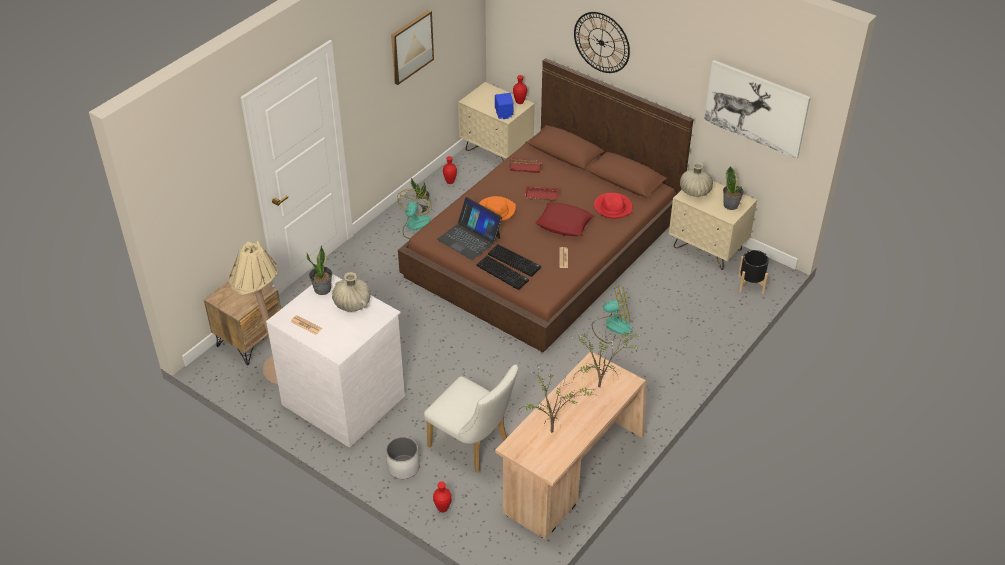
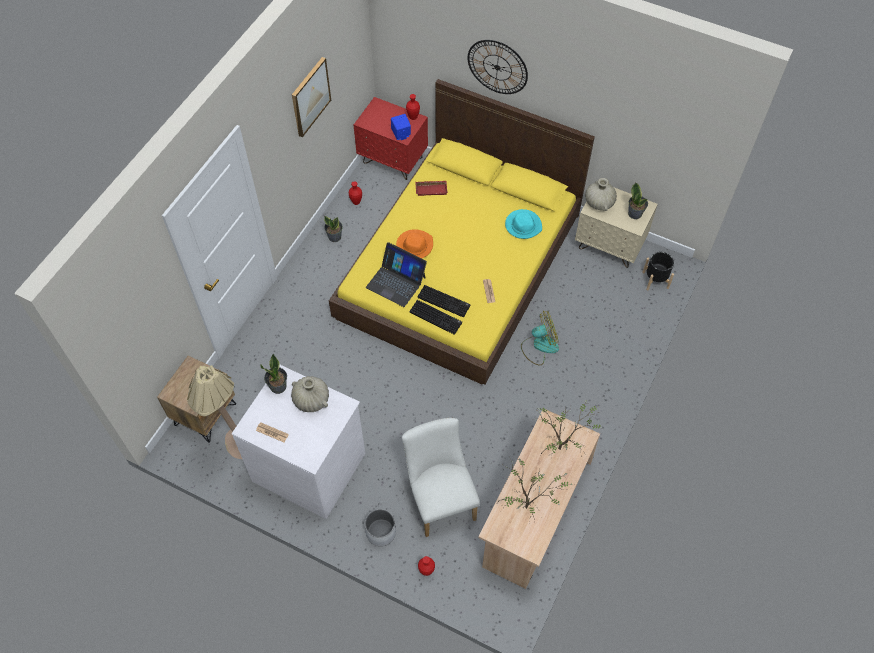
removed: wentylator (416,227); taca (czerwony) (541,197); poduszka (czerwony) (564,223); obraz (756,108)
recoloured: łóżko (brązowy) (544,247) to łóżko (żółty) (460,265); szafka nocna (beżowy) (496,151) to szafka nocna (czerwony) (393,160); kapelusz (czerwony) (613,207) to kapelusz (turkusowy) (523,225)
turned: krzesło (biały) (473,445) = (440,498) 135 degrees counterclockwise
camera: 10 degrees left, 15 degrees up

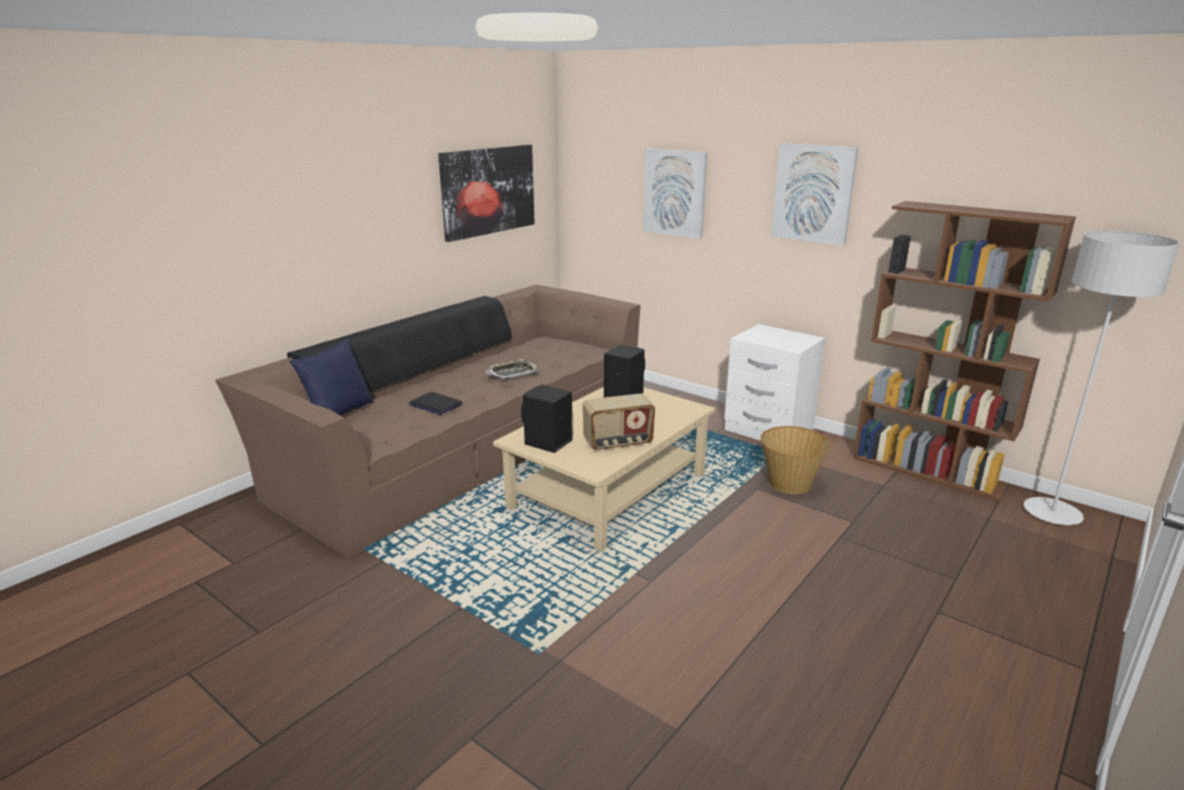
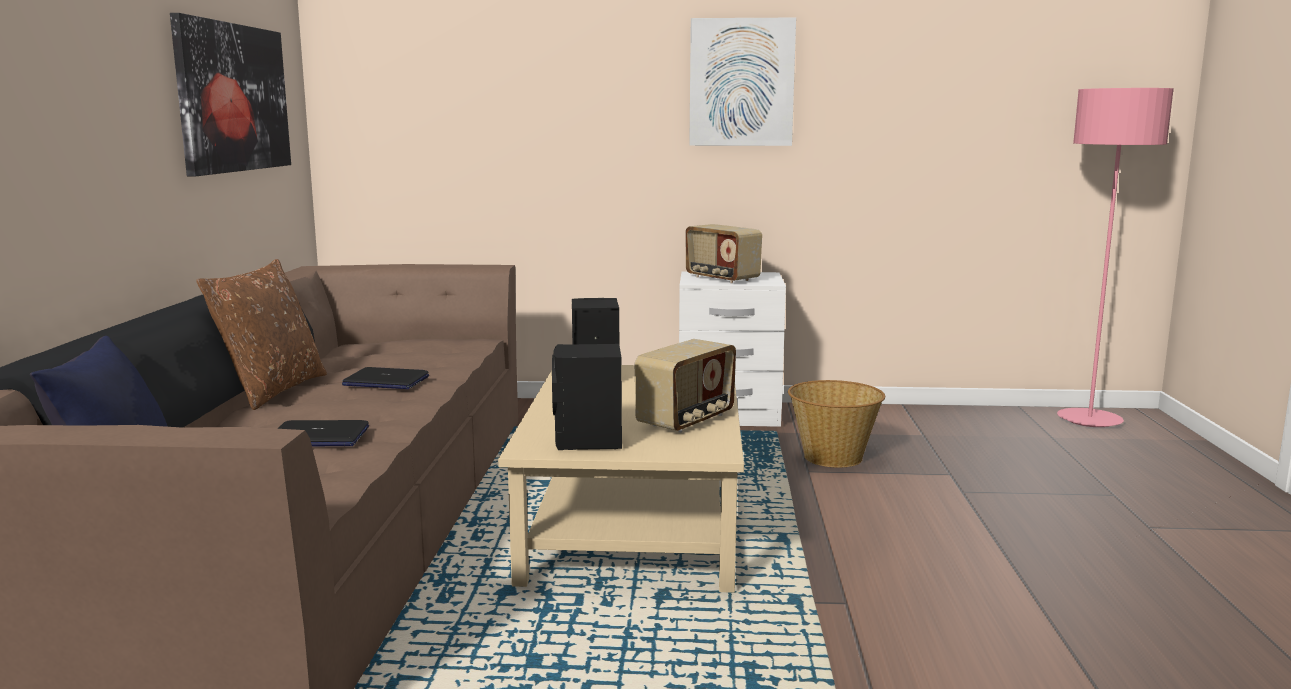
removed: obraz (675,193); regał (brązowy) (928,471)
added: poduszka (brązowy) (271,390); radio (721,278)
replaced: taca (512,373) to laptop (385,381)
recoloured: lampa stojąca (szary) (1052,513) to lampa stojąca (różowy) (1089,420)
camera: 35 degrees left, 10 degrees down

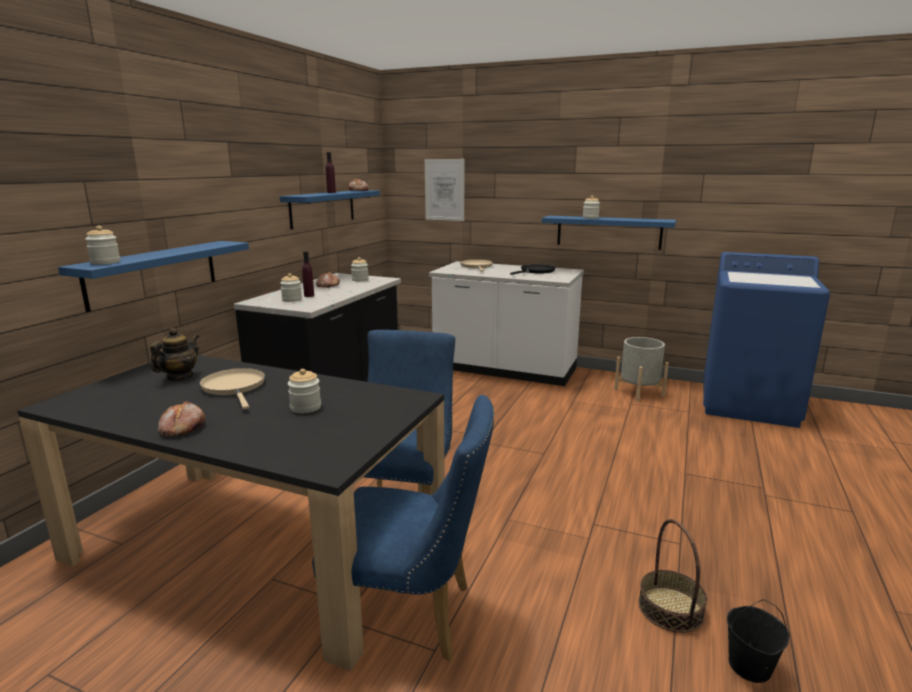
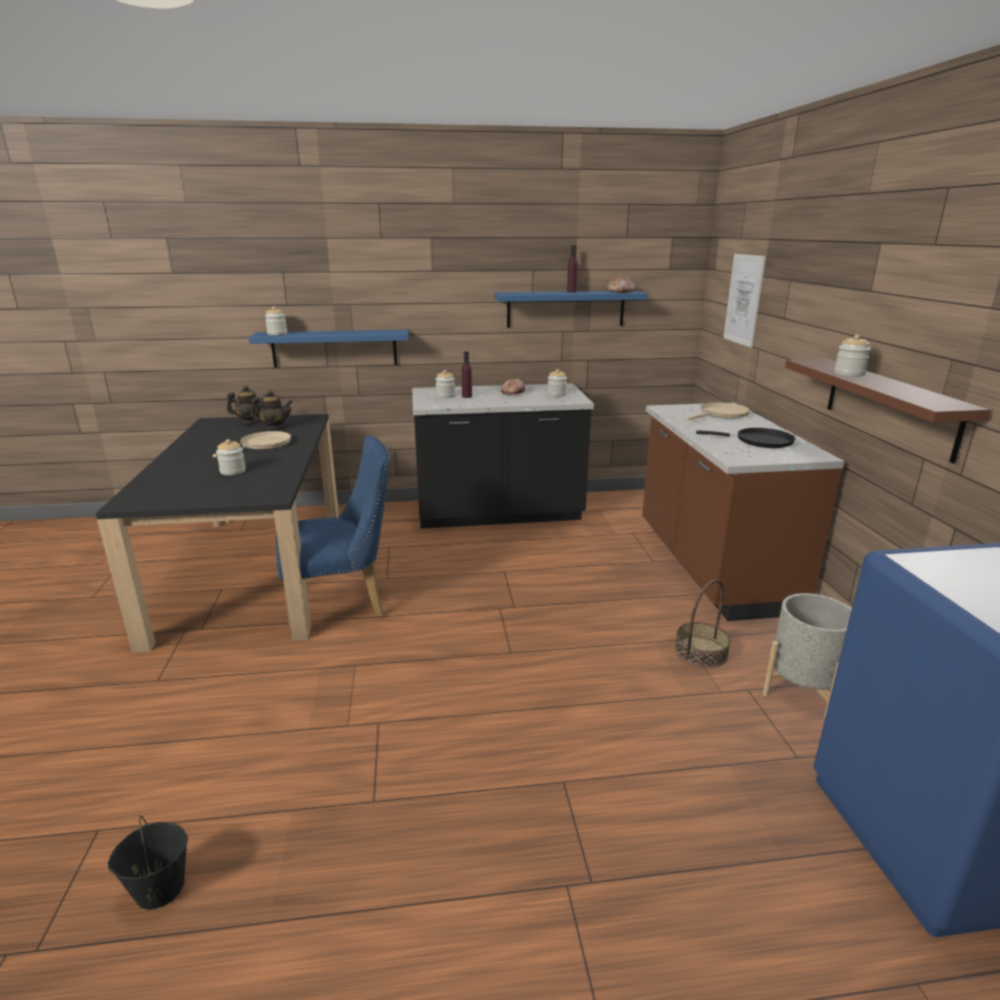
removed: chleb (181,428); krzesło (niebieski) (412,617)
added: imbryk (250,422)
moved: koszyk (671,608) to (701,652)
recoloured: zabudowa kuchenna (biały) (504,370) to zabudowa kuchenna (brązowy) (712,567); półka (niebieski) (608,232) to półka (brązowy) (889,406)
camera: 60 degrees right, 5 degrees up

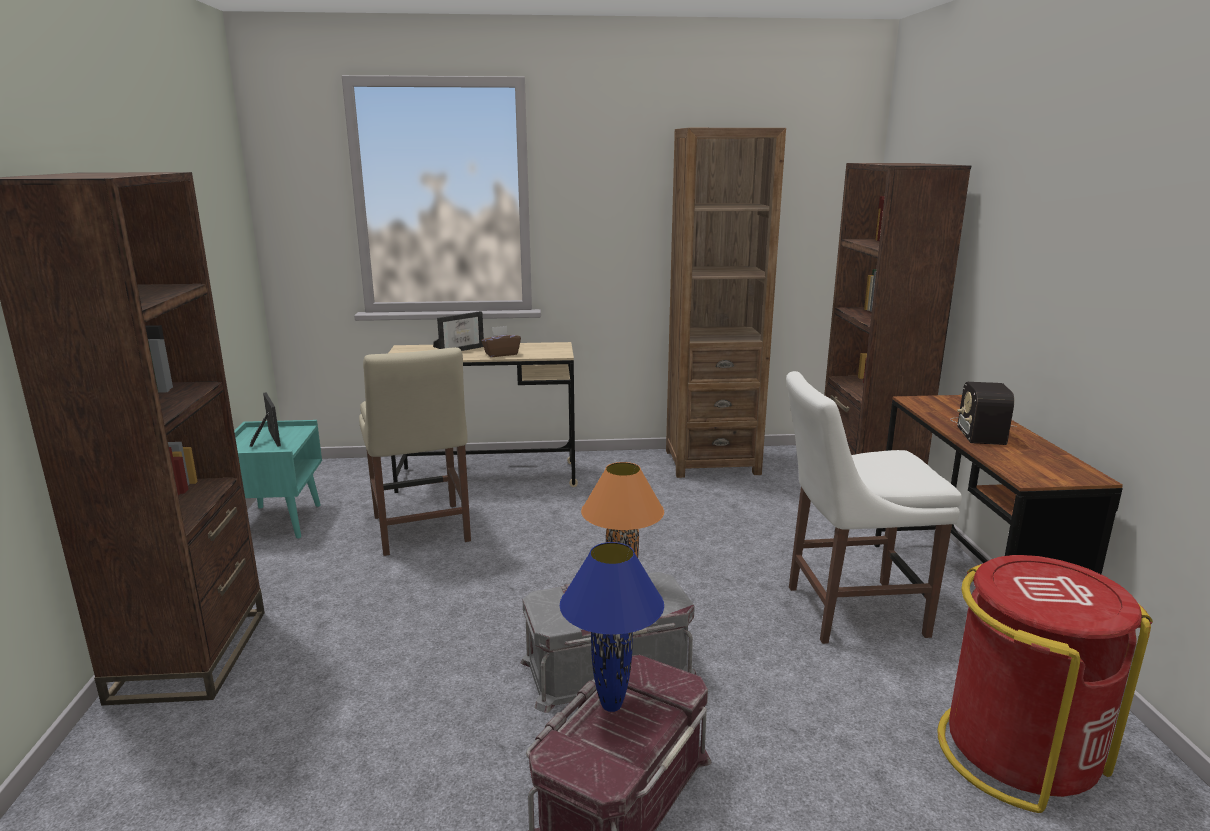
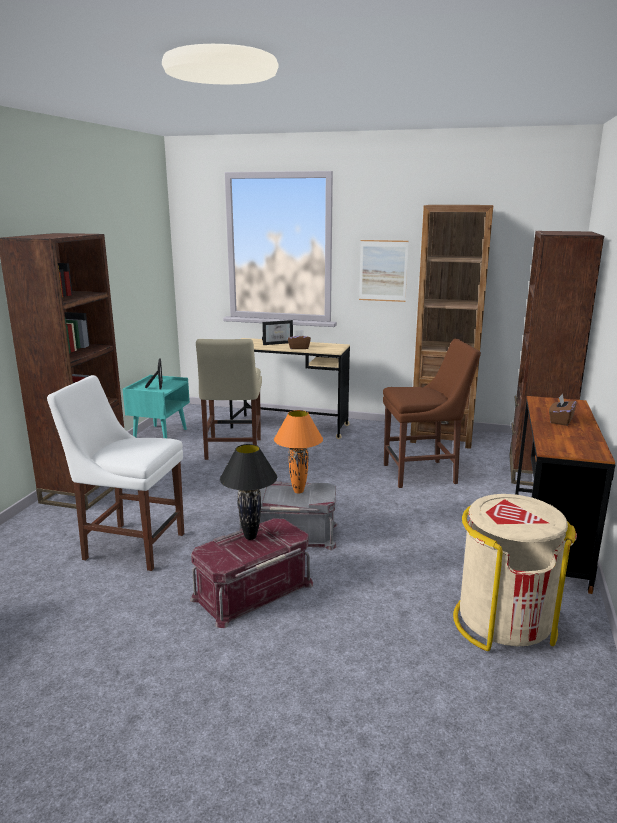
added: obraz (383,270); krzesło (brązowy) (423,474)
moved: krzesło (biały) (848,610) to (130,545)
replaced: radio (980,429) to pudełko chusteczek (brązowy) (560,421)
recoloured: lampa stołowa (niebieski) (610,705) to lampa stołowa (czarny) (250,537); kosz na śmieci (czerwony) (1017,753) to kosz na śmieci (beżowy) (503,623)
camera: 20 degrees right, 0 degrees up

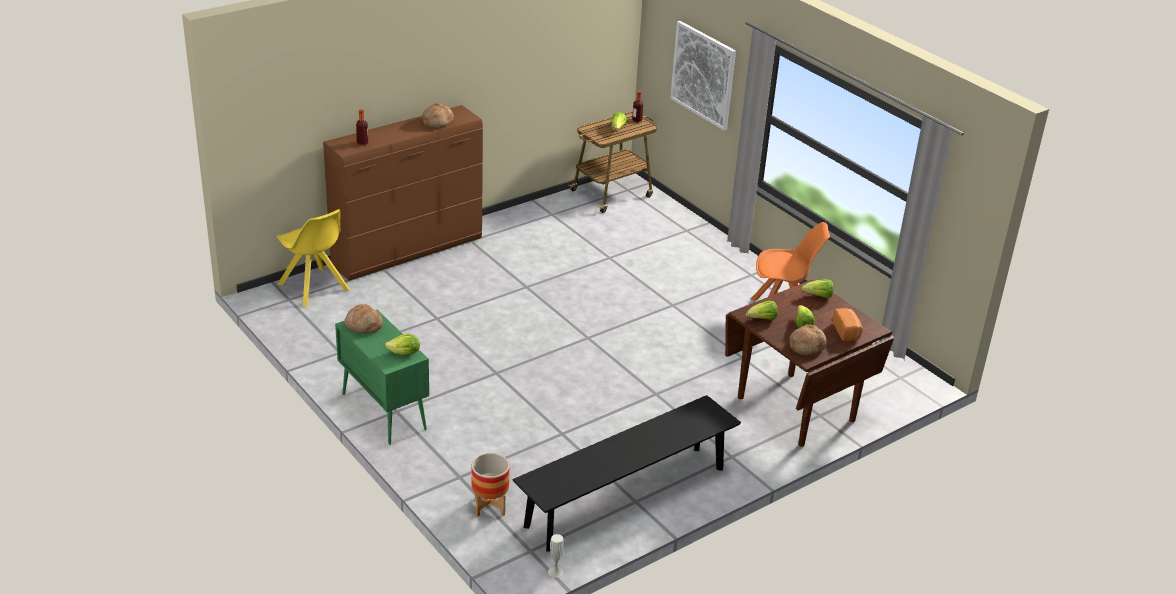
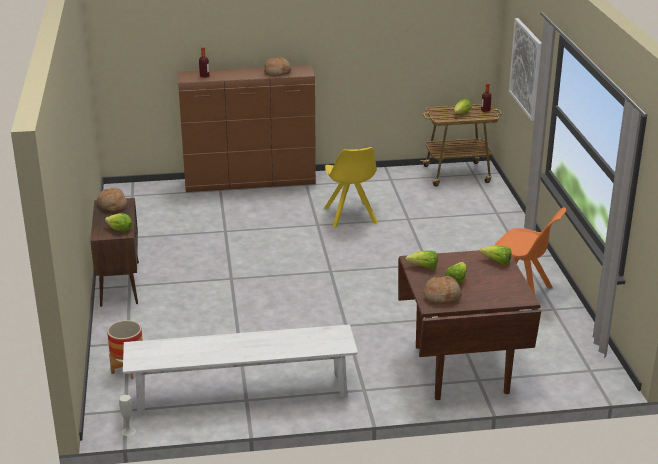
removed: chleb (847,332)
moved: krzesło (żółty) (314,288) to (350,216)
recoloured: szafka (zielony) (383,411) to szafka (brązowy) (120,283); ławka (czarny) (626,497) to ławka (biały) (242,394)
camera: 30 degrees right, 5 degrees down

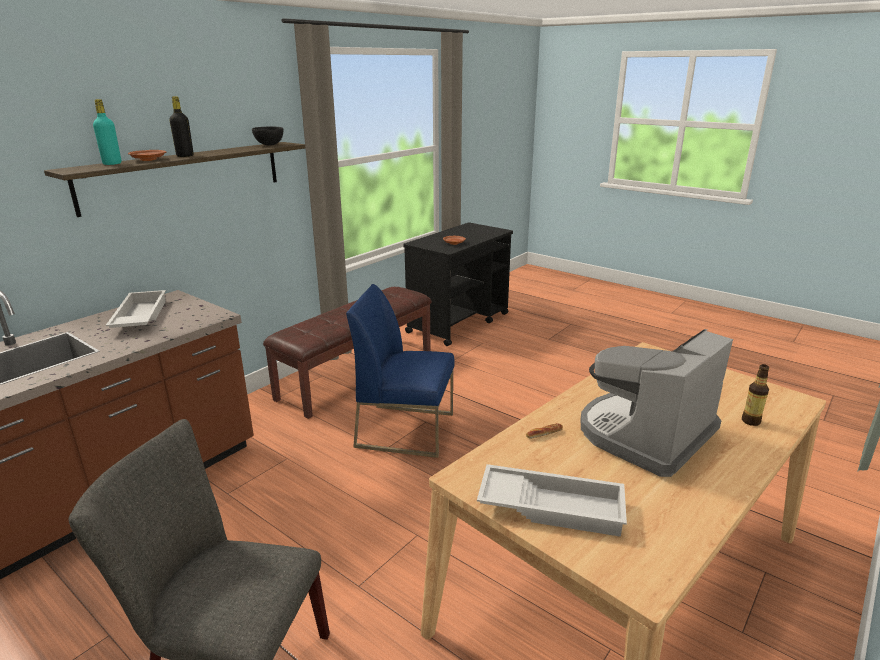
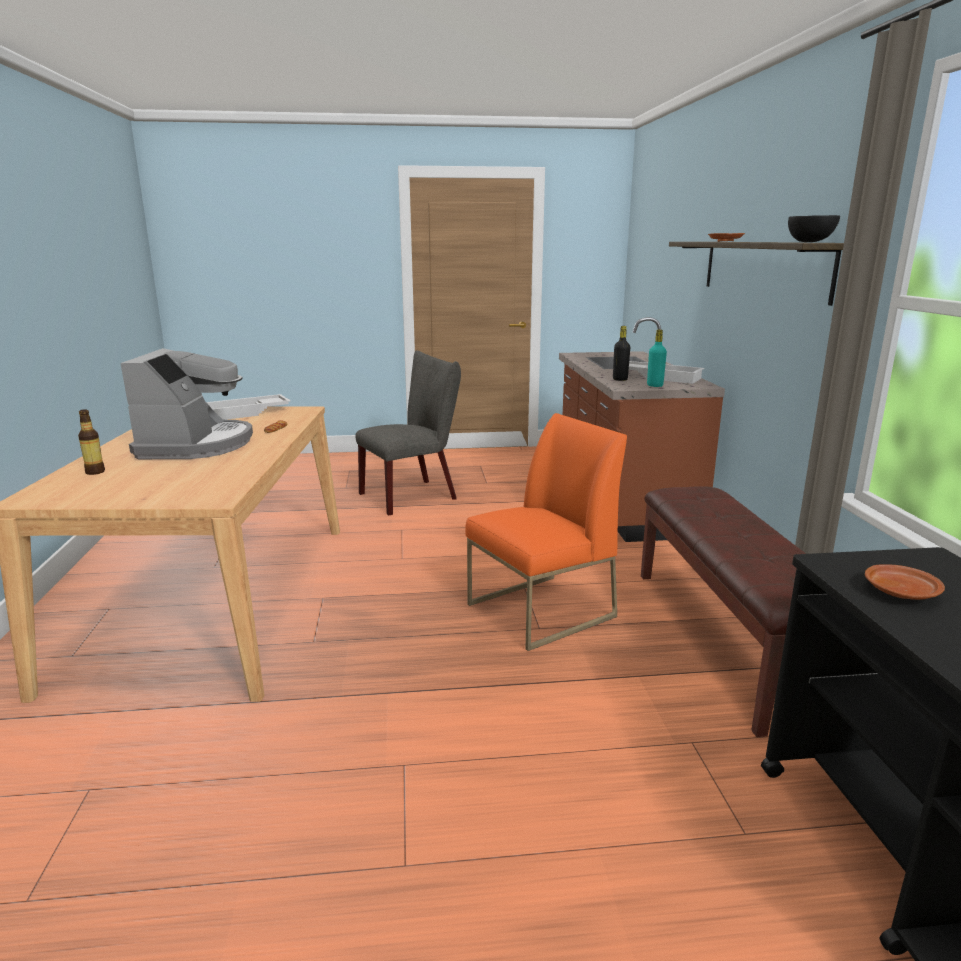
moved: butelka (turkusowy) (112,163) to (655,385); butelka (czarny) (185,156) to (620,379)
recoloured: krzesło (niebieski) (406,429) to krzesło (pomarańczowy) (540,611)
camera: 135 degrees right, 5 degrees down

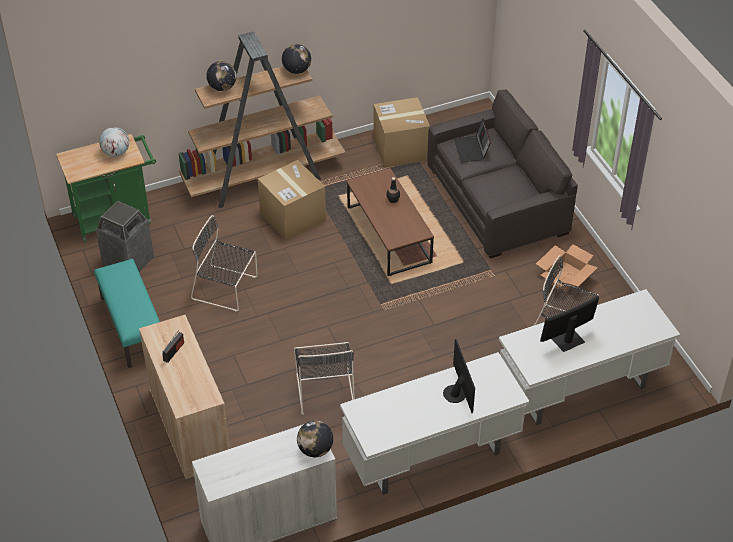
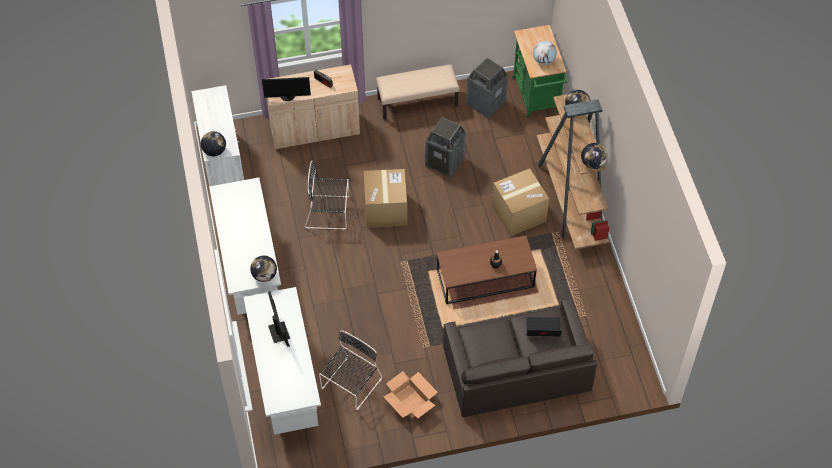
added: globus (264,275)
moved: karton (400,149) to (385,209); monitor (457,393) to (287,96)
replaced: krzesło (czarny) (226,288) to kosz na śmieci (445,162)
recoloured: ławka (turkusowy) (132,327) to ławka (beżowy) (417,102)
camera: 100 degrees right, 10 degrees up

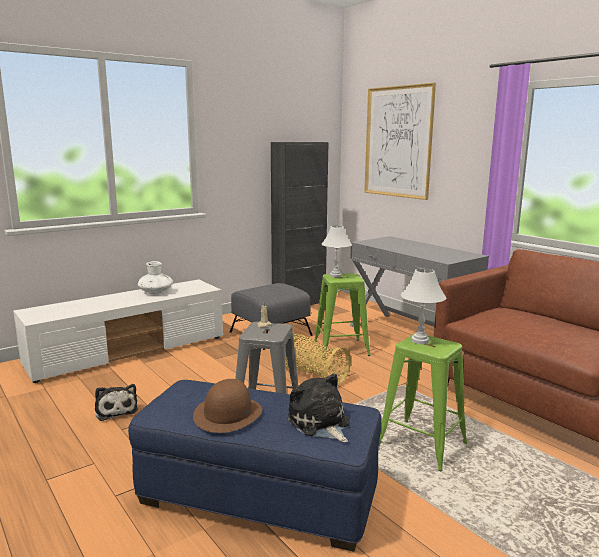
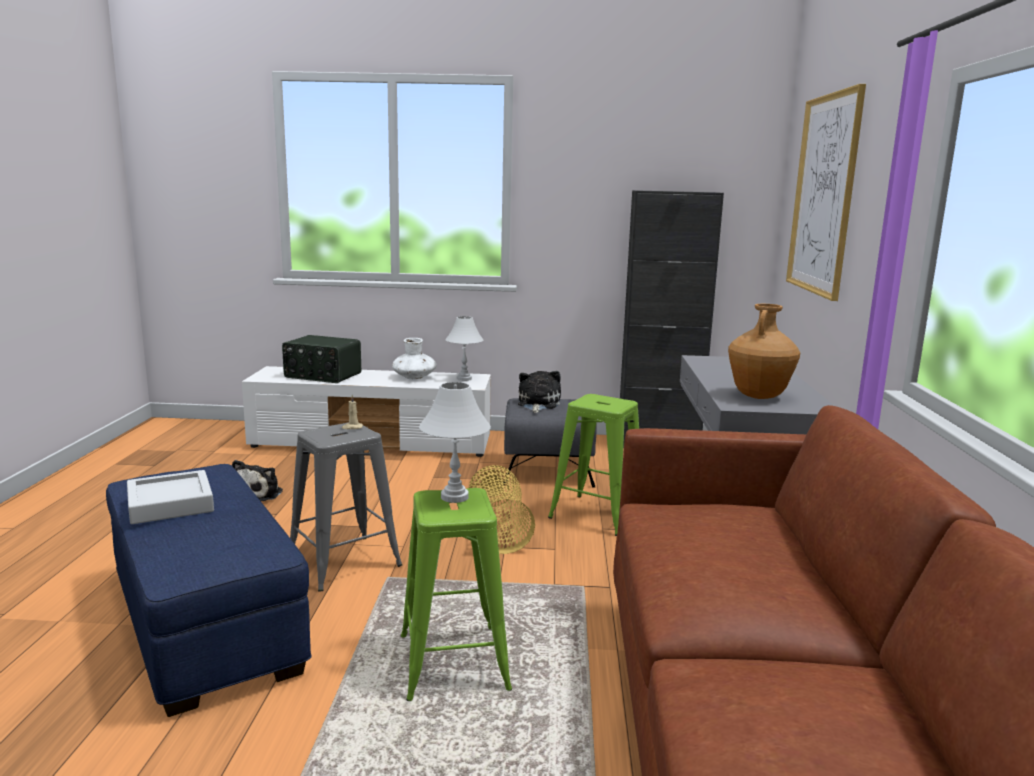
added: radio (322,376); wazon (brązowy) (758,396)
moved: pluszak (320,423) to (537,404); lampa stołowa (biały) (336,275) to (464,379)
replaced: kapelusz (brązowy) (228,413) to taca (szary) (170,504)
camera: 40 degrees right, 0 degrees up

